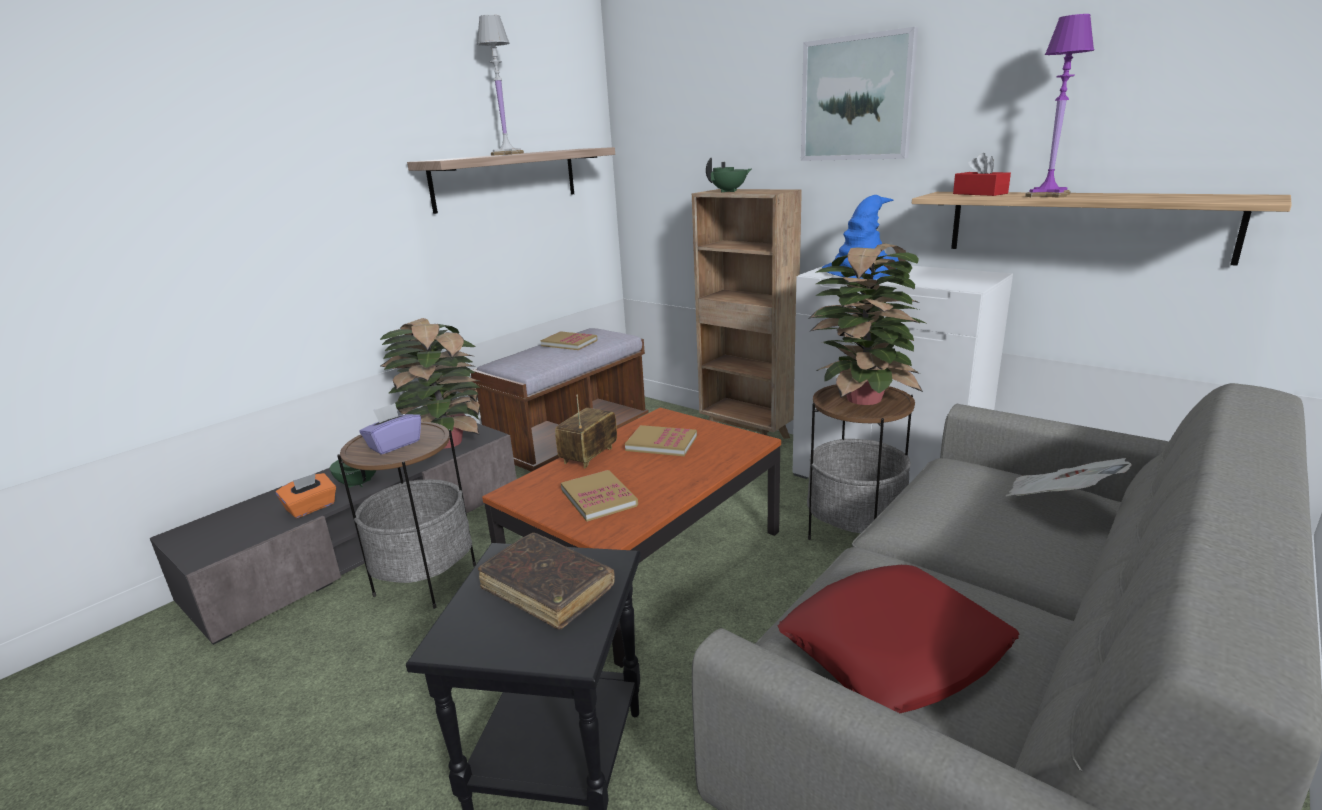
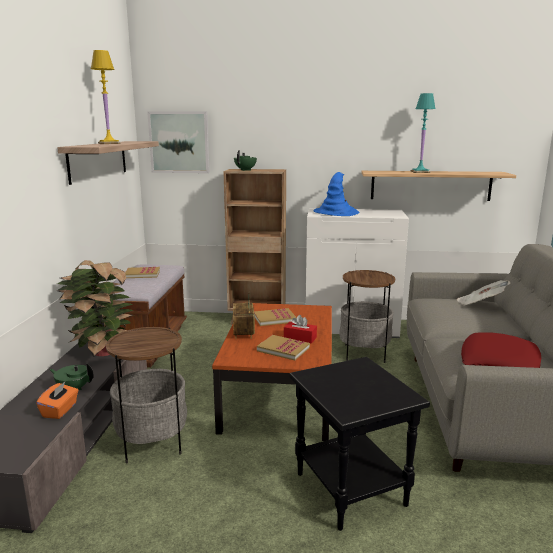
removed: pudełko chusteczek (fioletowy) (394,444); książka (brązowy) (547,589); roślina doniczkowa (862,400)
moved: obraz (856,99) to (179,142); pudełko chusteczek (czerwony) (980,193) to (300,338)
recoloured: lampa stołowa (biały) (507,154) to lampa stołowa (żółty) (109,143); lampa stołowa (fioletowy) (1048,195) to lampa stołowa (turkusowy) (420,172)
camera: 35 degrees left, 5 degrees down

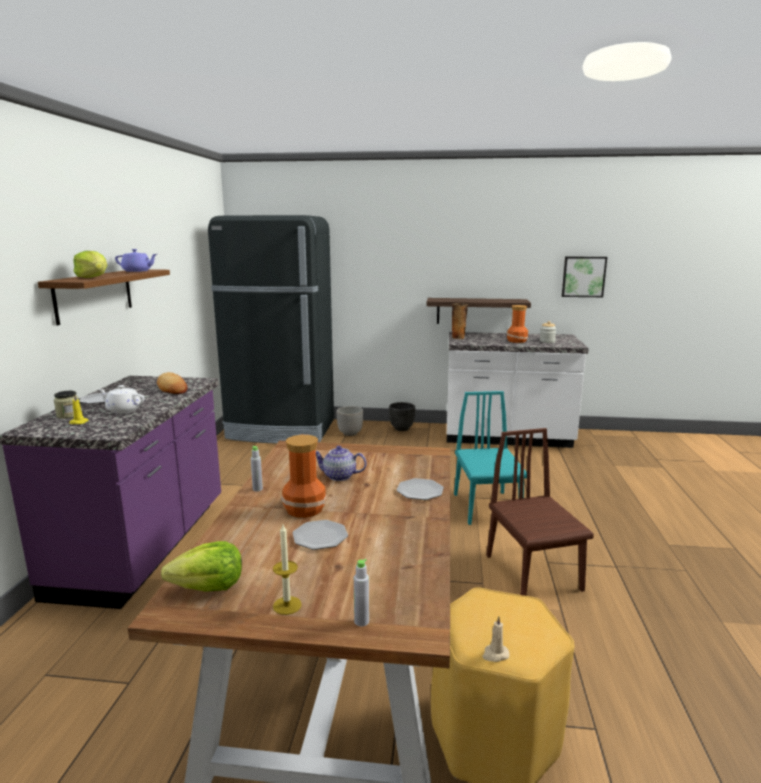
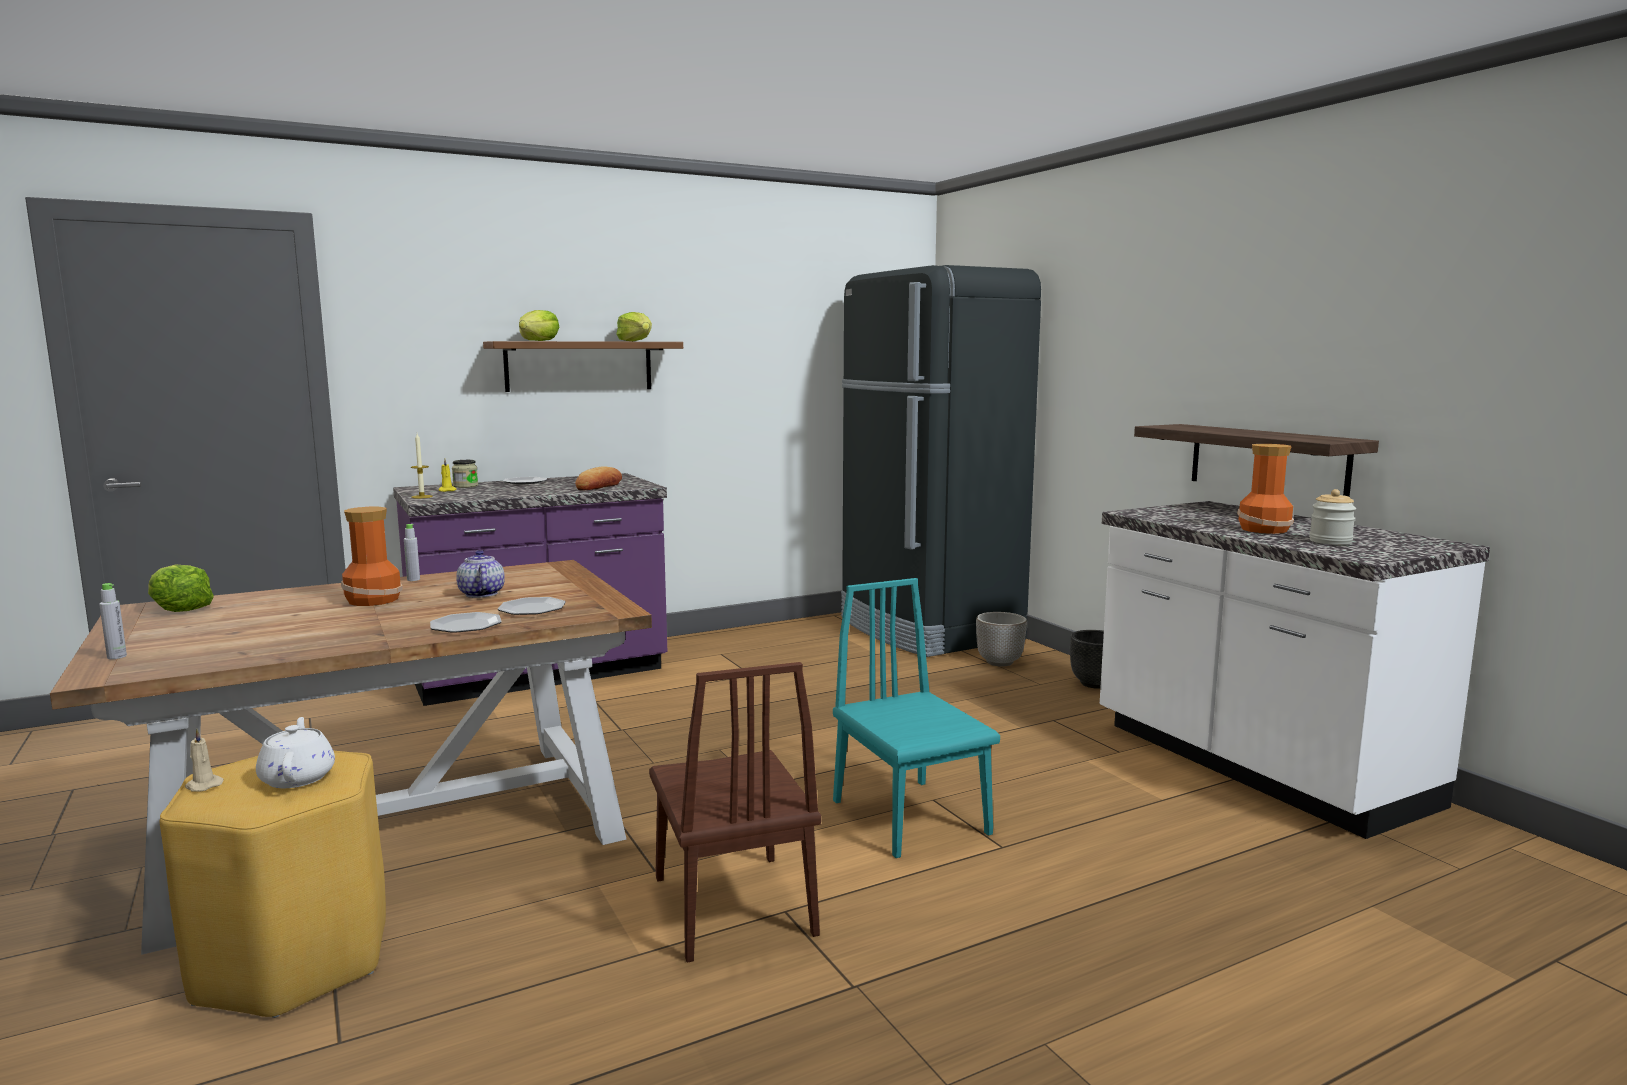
removed: wazon (458,338); obraz (583,276)
moved: imbryk (biały) (123,410) to (298,777); świeca (287,605) to (422,497); talerz (320,536) to (532,609)
replaced: imbryk (fioletowy) (137,271) to sałata (636,341)
turned: krzesło (turkusowy) (487,507) = (910,817) 75 degrees counterclockwise; krzesło (brązowy) (533,572) = (733,905) 120 degrees clockwise
camera: 55 degrees right, 5 degrees down

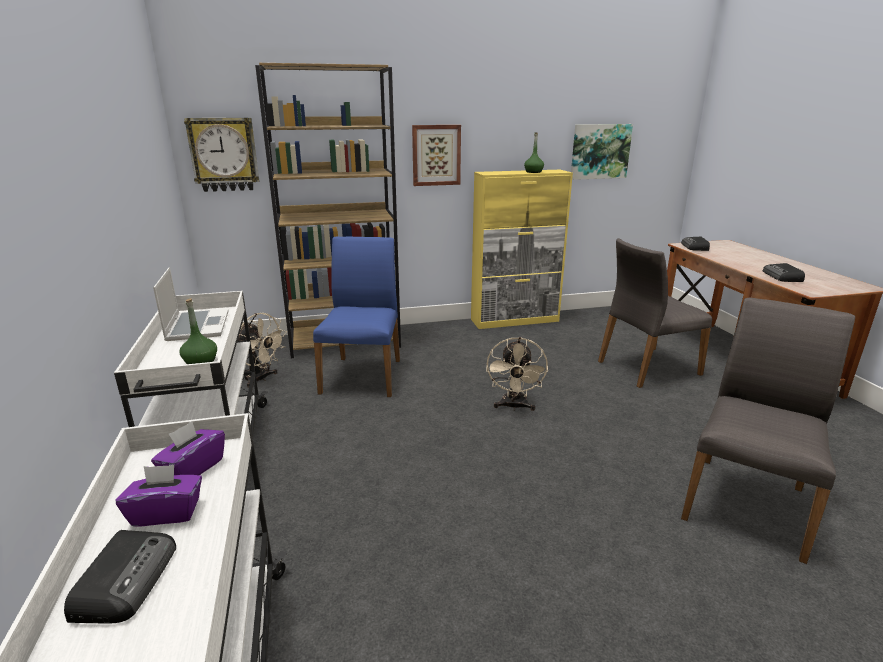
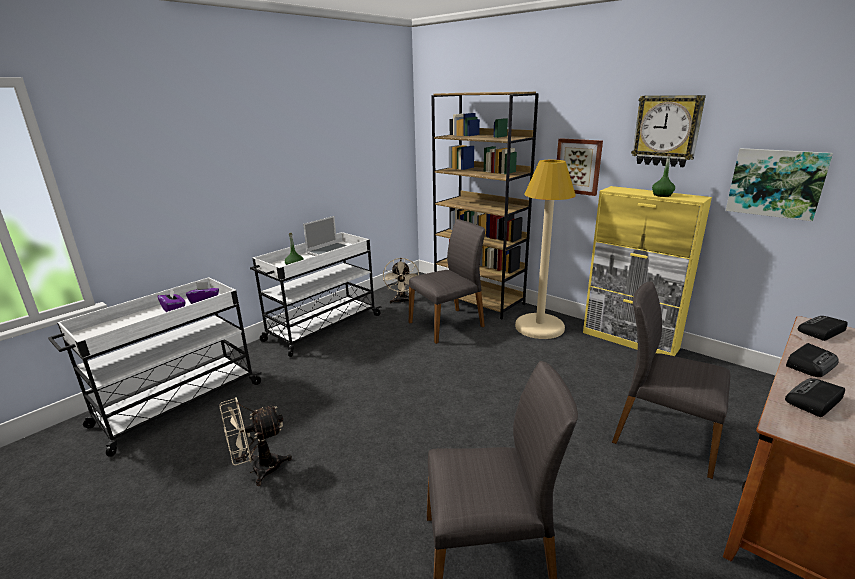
added: lampa stojąca (beżowy) (539,327)
moved: radio (127,579) to (811,364); zegar ścienny (224,155) to (666,131); wentylator (beżowy) (514,406) to (258,470)
recoloured: krzesło (niebieski) (363,375) to krzesło (szary) (447,324)
camera: 55 degrees right, 0 degrees up

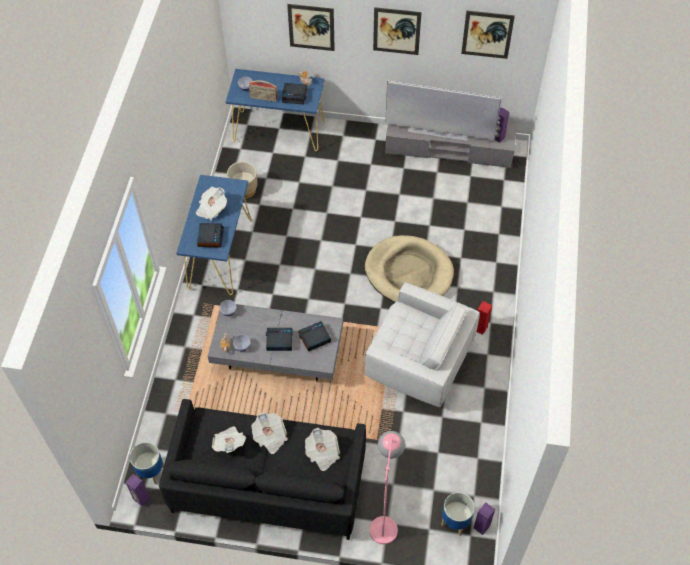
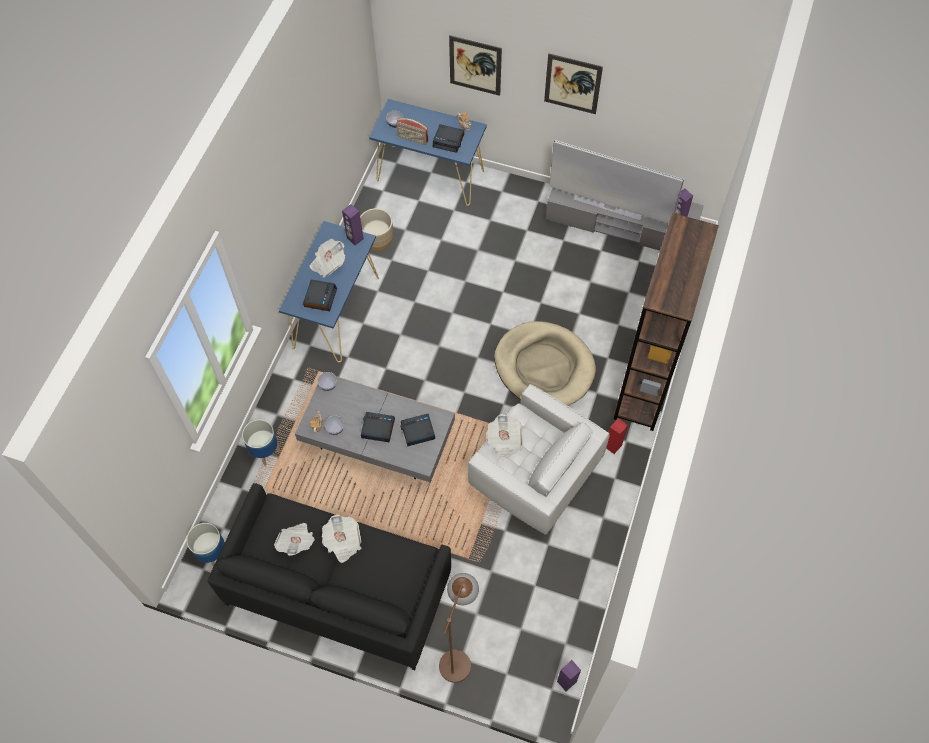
removed: obraz (487,34)
added: regał (brązowy) (645,383)
moved: głośnik (fioletowy) (141,499) to (355,238); gazeta (322,453) to (504,441); donica (455,522) to (264,452)
recoloured: lampa stojąca (różowy) (384,520) to lampa stojąca (brązowy) (458,655)
camera: 10 degrees right, 5 degrees up

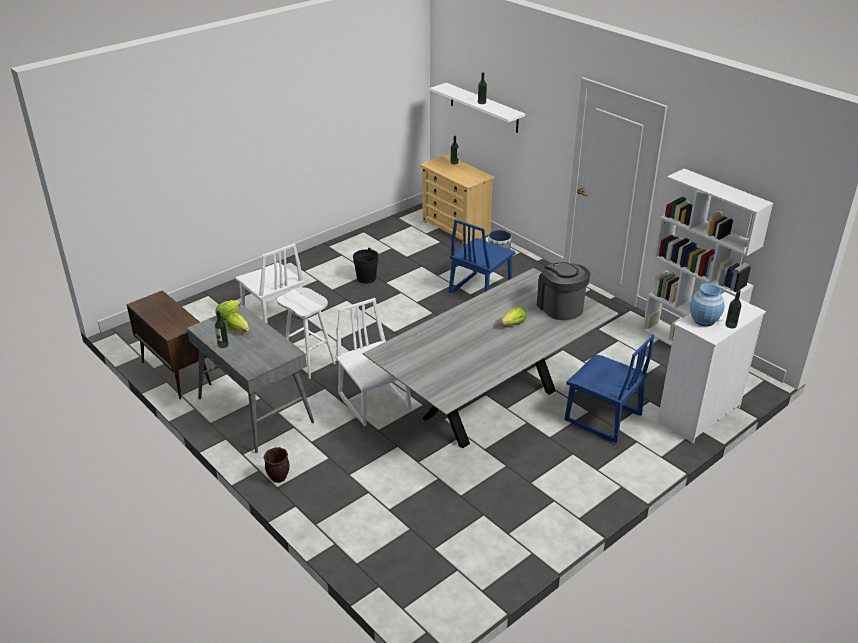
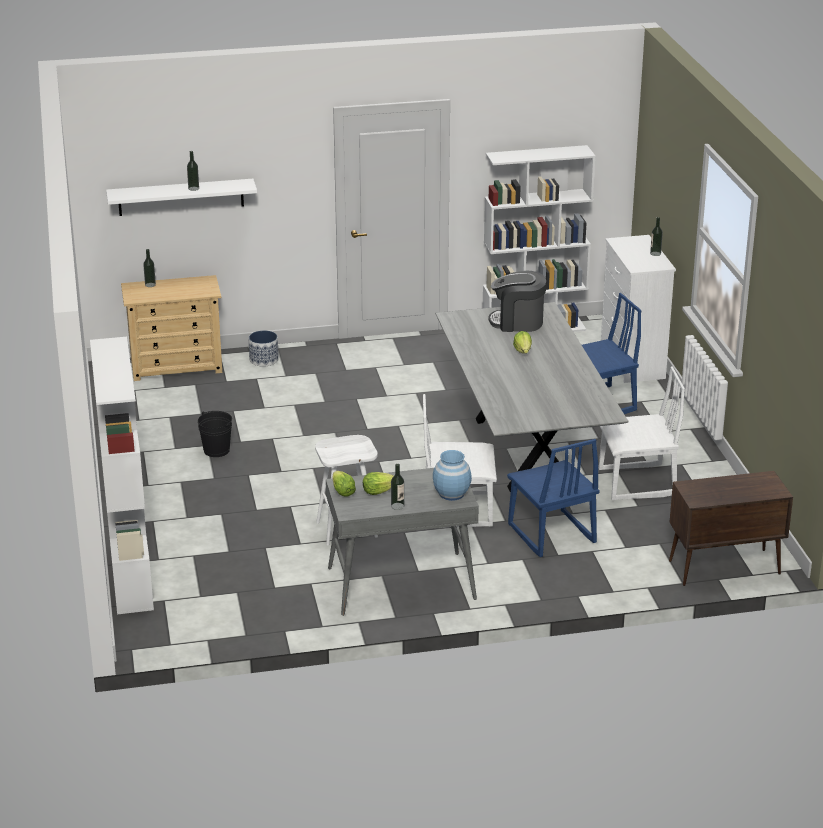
removed: donica (brązowy) (278,478)
added: regał (biały) (130,575)
moved: szafka (brązowy) (175,373) to (723,568); krzesło (biały) (274,317) to (637,483); krzesło (niebieski) (479,290) to (550,534); wazon (niebieski) (704,320) to (451,493)
camera: 60 degrees left, 5 degrees down

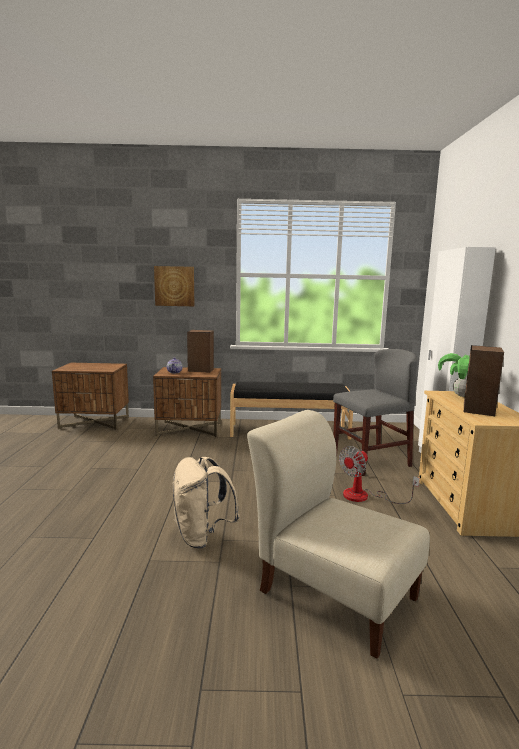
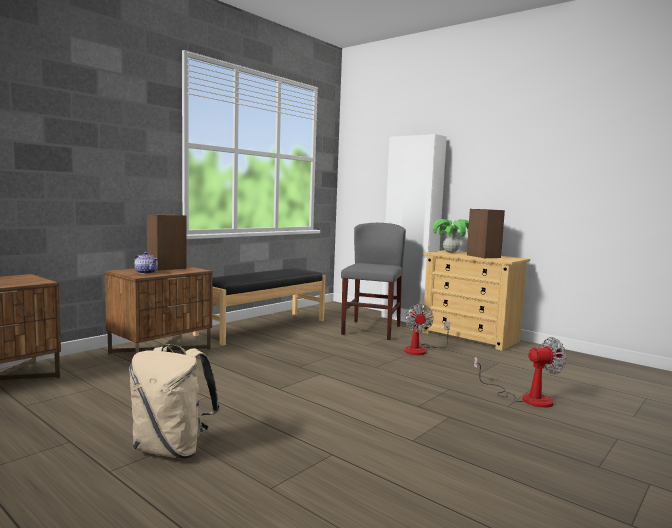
removed: obraz (174,286)
moved: plecak (beżowy) (202,536) to (172,449)
replaced: krzesło (beżowy) (332,591) to wentylator (526,398)
camera: 50 degrees left, 5 degrees down

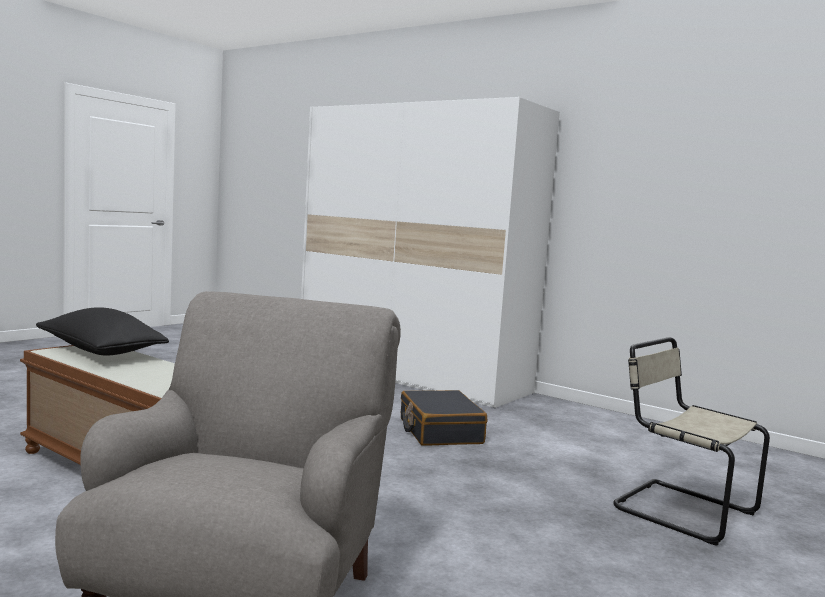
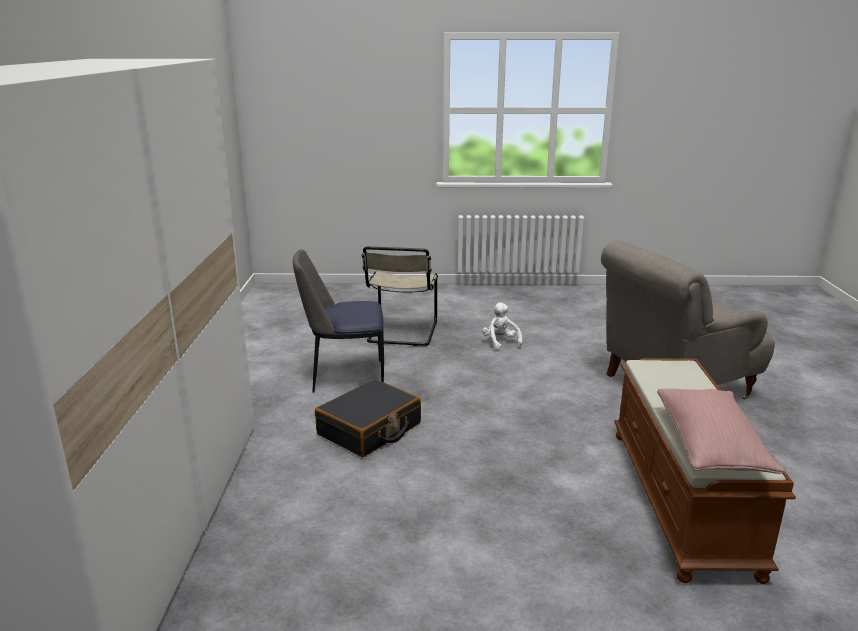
added: krzesło (344,376); pluszak (biały) (500,342)
recoloured: poduszka (czarny) (100,352) to poduszka (różowy) (710,446)
camera: 125 degrees left, 15 degrees up

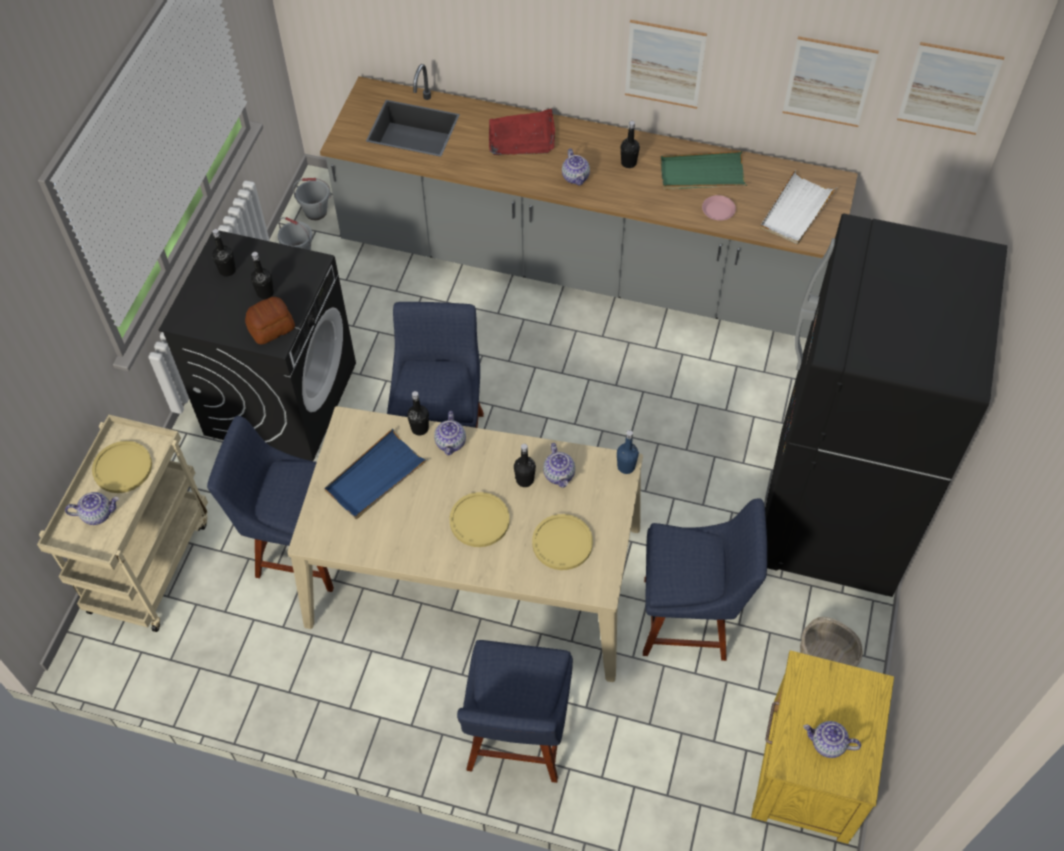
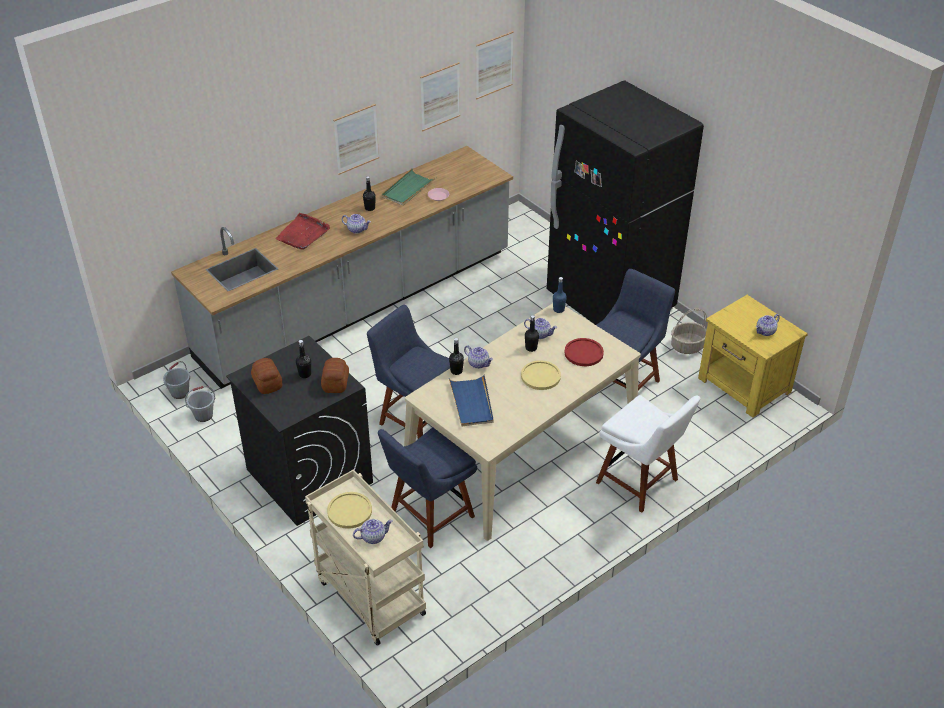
removed: taca (biały) (796,210)
replaced: butelka (czarny) (227,270) to chleb (267,383)
recoloured: krzesło (niebieski) (516,741) to krzesło (biały) (640,483); talerz (żółty) (562,543) to talerz (czerwony) (583,353)
turned: imbryk (97,514) = (373,537) 45 degrees clockwise
camera: 55 degrees left, 15 degrees down

